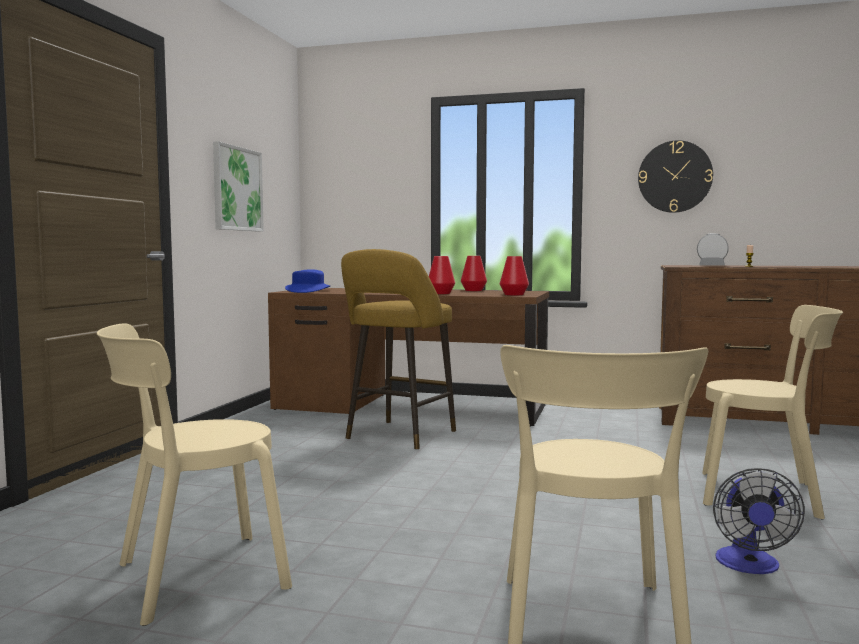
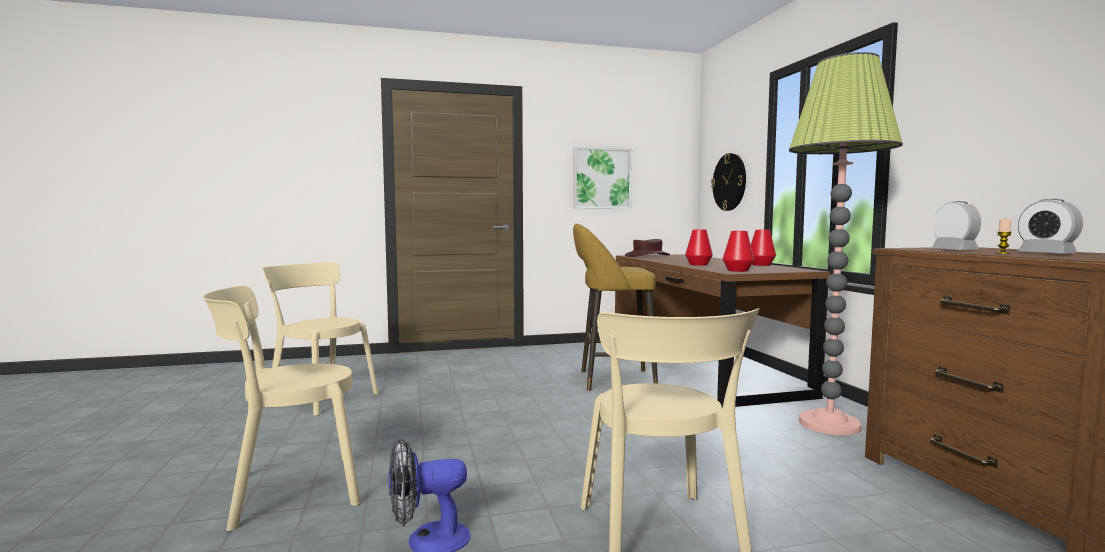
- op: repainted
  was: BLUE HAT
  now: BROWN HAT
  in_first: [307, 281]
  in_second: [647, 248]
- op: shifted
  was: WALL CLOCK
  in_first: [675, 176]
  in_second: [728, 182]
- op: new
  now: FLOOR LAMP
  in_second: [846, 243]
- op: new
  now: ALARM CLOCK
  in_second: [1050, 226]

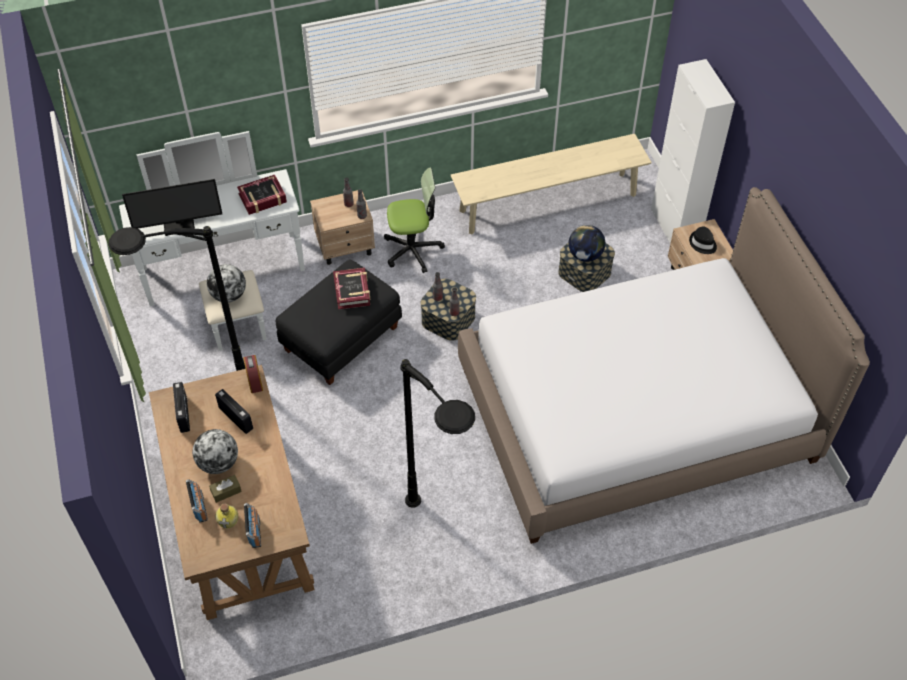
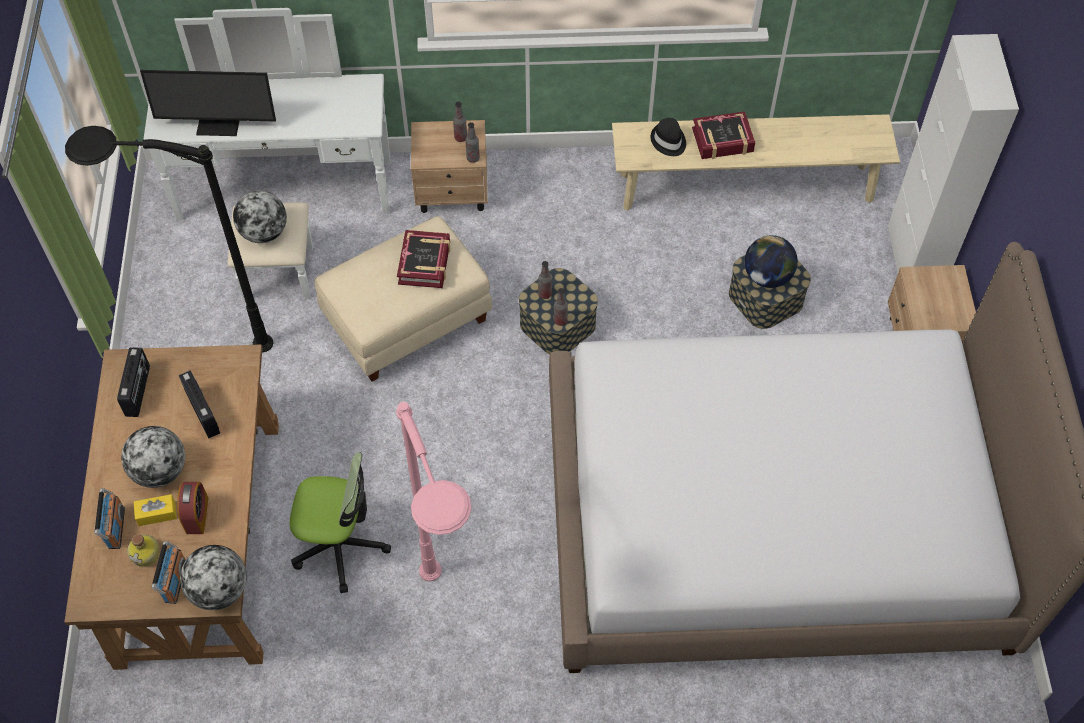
- op: repainted
  was: BROWN TISSUE BOX
  now: YELLOW TISSUE BOX
  in_first: [225, 489]
  in_second: [155, 510]
- op: shifted
  was: BOOK
  in_first: [262, 195]
  in_second: [723, 135]
- op: shifted
  was: ALARM CLOCK
  in_first: [253, 374]
  in_second: [193, 508]
- op: repainted
  was: BLACK OTTOMAN
  now: BEIGE OTTOMAN
  in_first: [339, 322]
  in_second: [403, 299]
- op: shifted
  was: OFFICE CHAIR
  in_first: [414, 220]
  in_second: [340, 522]
- op: repainted
  was: BLACK FLOOR LAMP
  now: PINK FLOOR LAMP
  in_first: [437, 433]
  in_second: [434, 491]
- op: shifted
  was: BLACK HAT
  in_first: [703, 240]
  in_second: [668, 137]
- op: new
  now: GLOBE
  in_second: [213, 577]

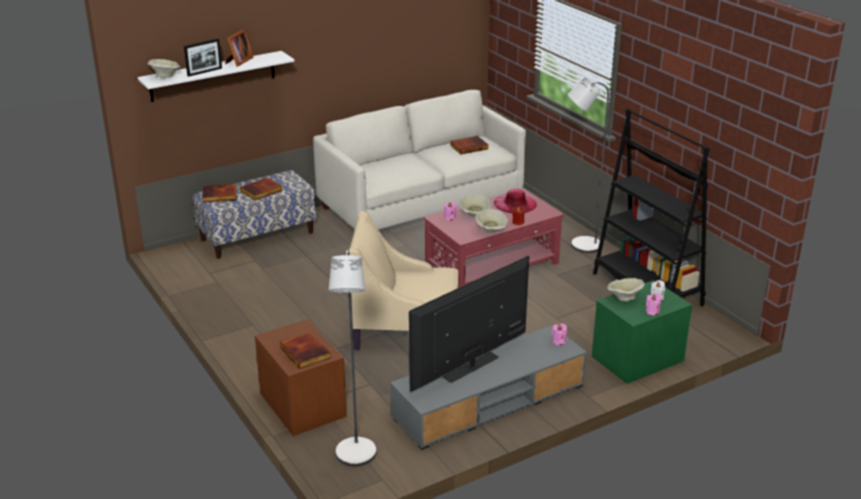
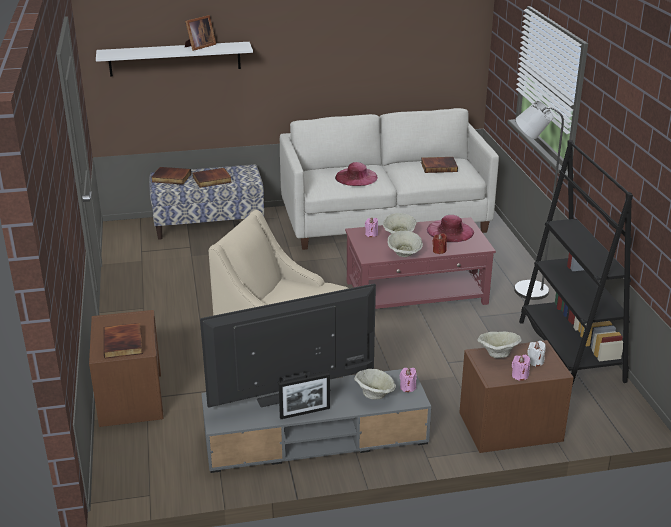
- op: shifted
  was: BEIGE BOWL
  in_first: [164, 68]
  in_second: [375, 384]
- op: shifted
  was: PICTURE FRAME
  in_first: [203, 58]
  in_second: [304, 396]
- op: gone
  was: GREY FLOOR LAMP
  in_first: [353, 358]
- op: repainted
  was: GREEN NIGHTSTAND
  now: BROWN NIGHTSTAND
  in_first: [642, 332]
  in_second: [516, 396]
- op: new
  now: PINK HAT
  in_second: [356, 174]

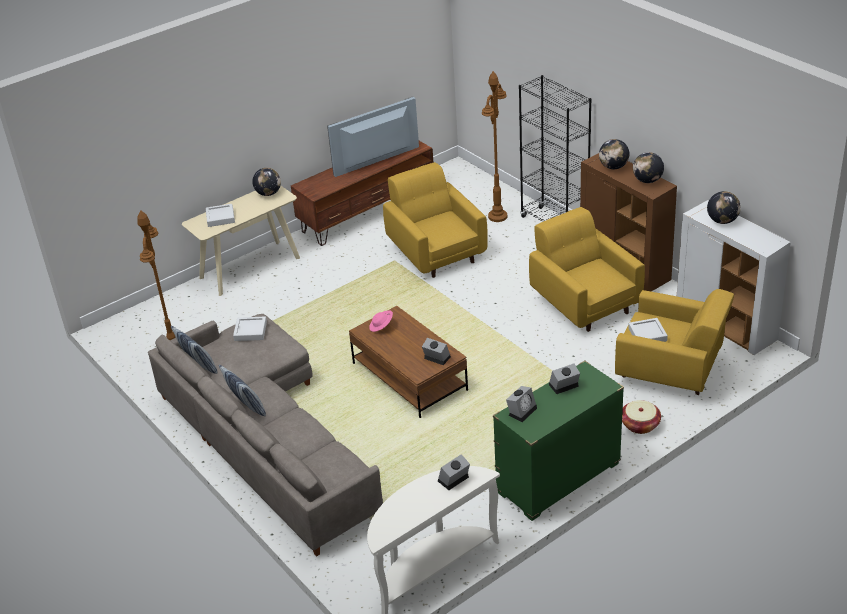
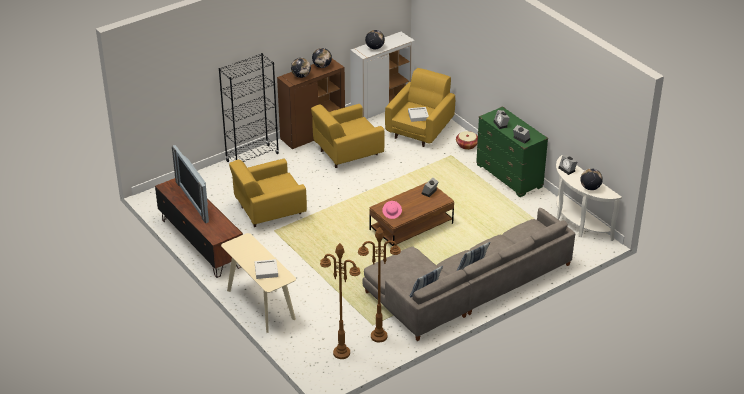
- op: gone
  was: GREY TRAY
  in_first: [250, 328]
- op: shifted
  was: GLOBE
  in_first: [266, 182]
  in_second: [592, 179]
- op: shifted
  was: BROWN FLOOR LAMP
  in_first: [494, 146]
  in_second: [340, 301]

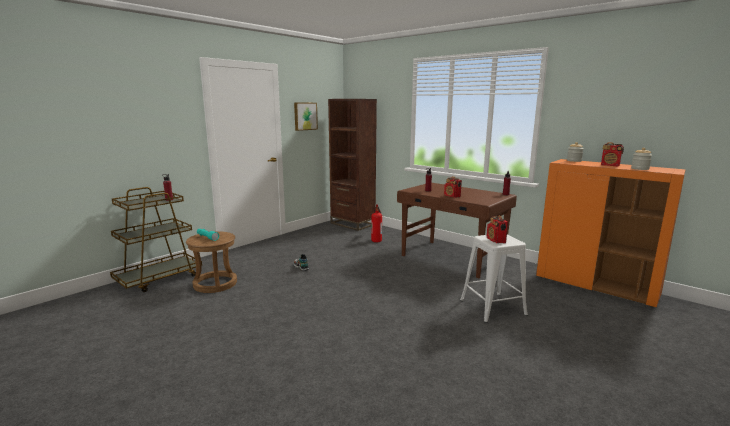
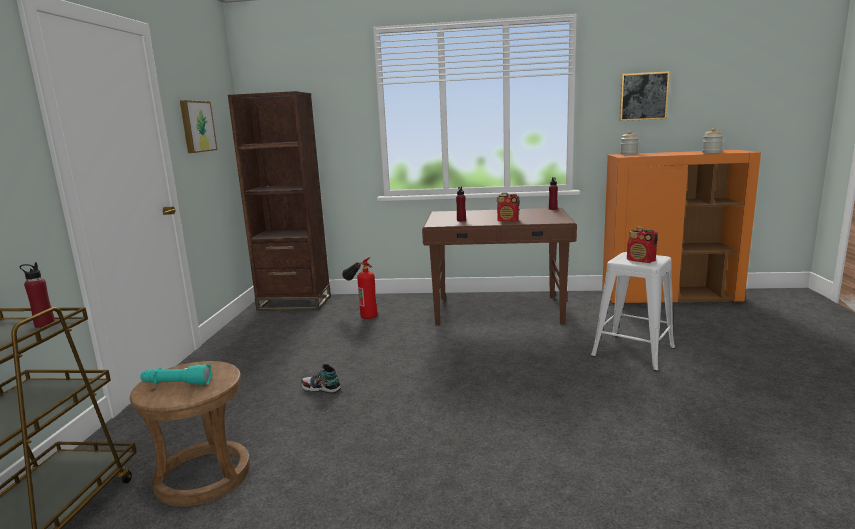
- op: gone
  was: RADIO
  in_first: [612, 154]
- op: new
  now: PICTURE
  in_second: [644, 96]

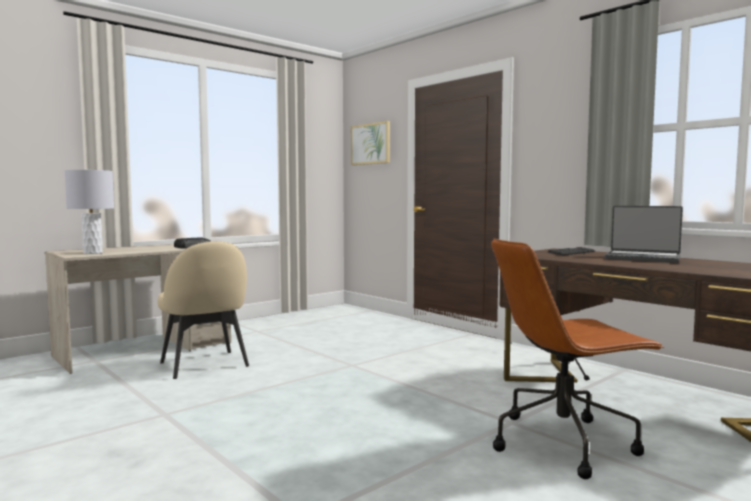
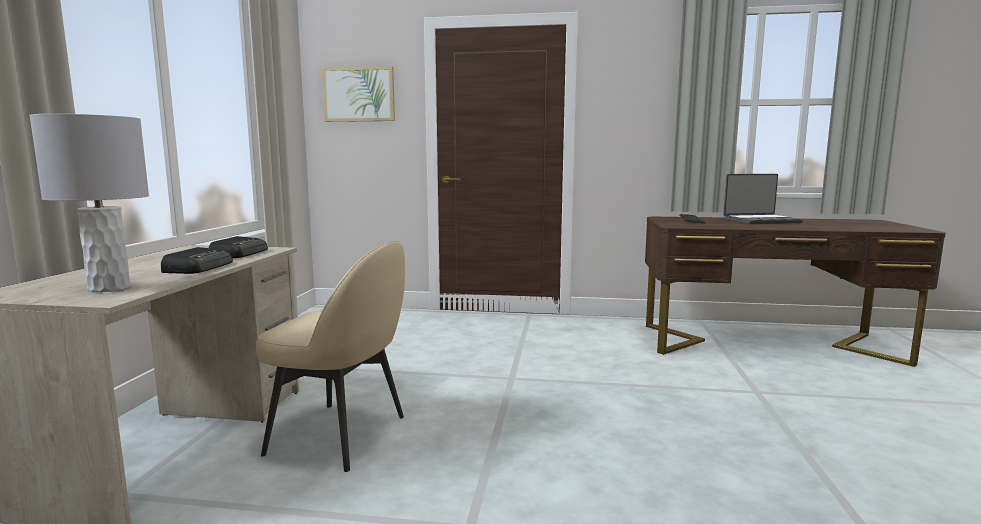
- op: gone
  was: BROWN OFFICE CHAIR
  in_first: [577, 359]
- op: new
  now: RADIO
  in_second: [197, 260]

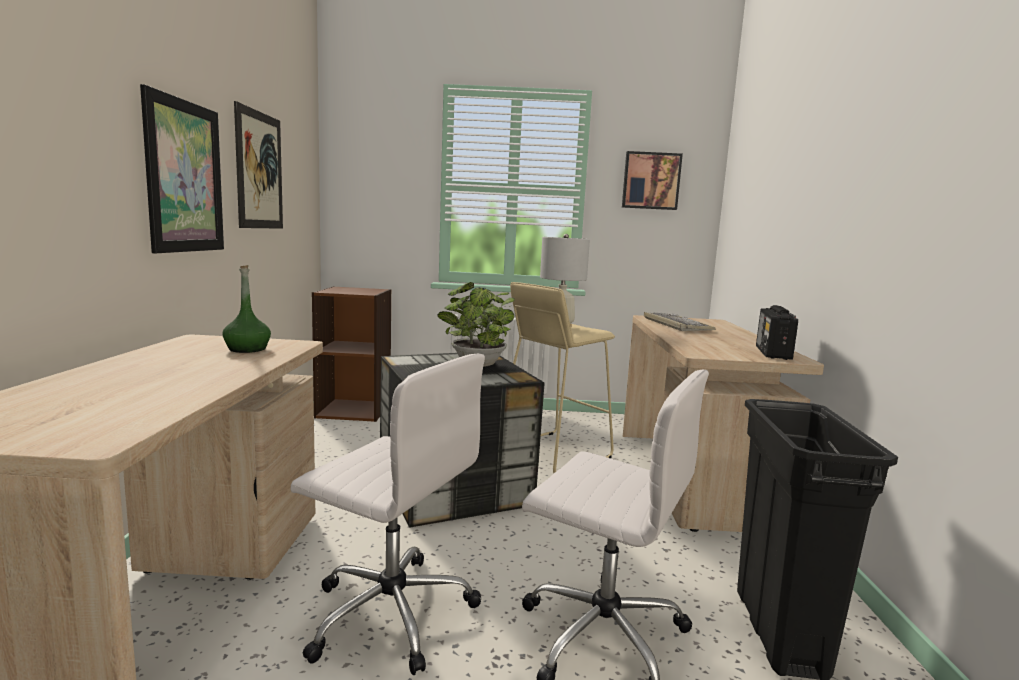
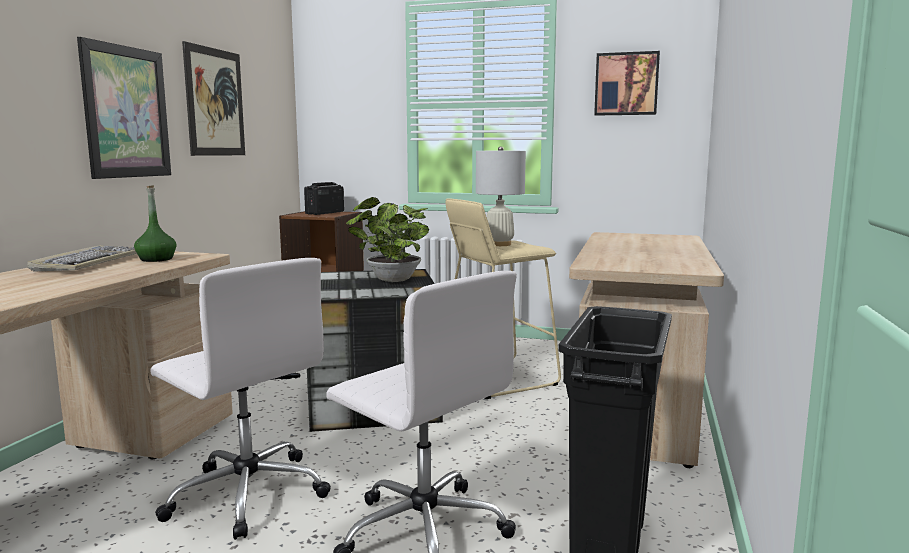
- op: shifted
  was: KEYBOARD
  in_first: [680, 321]
  in_second: [82, 258]
- op: shifted
  was: RADIO
  in_first: [777, 332]
  in_second: [324, 198]

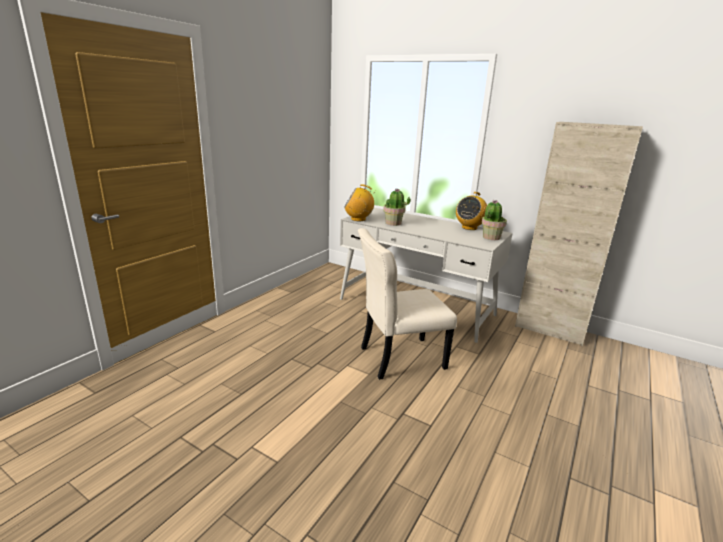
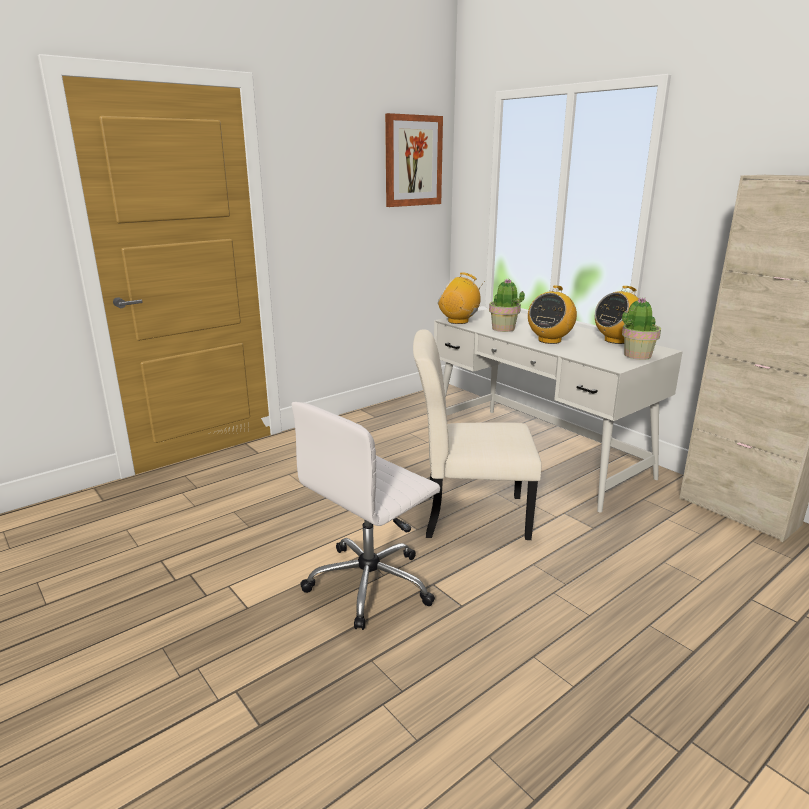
- op: new
  now: WHITE OFFICE CHAIR
  in_second: [366, 516]
- op: new
  now: PICTURE
  in_second: [414, 160]
- op: new
  now: RADIO
  in_second: [552, 314]

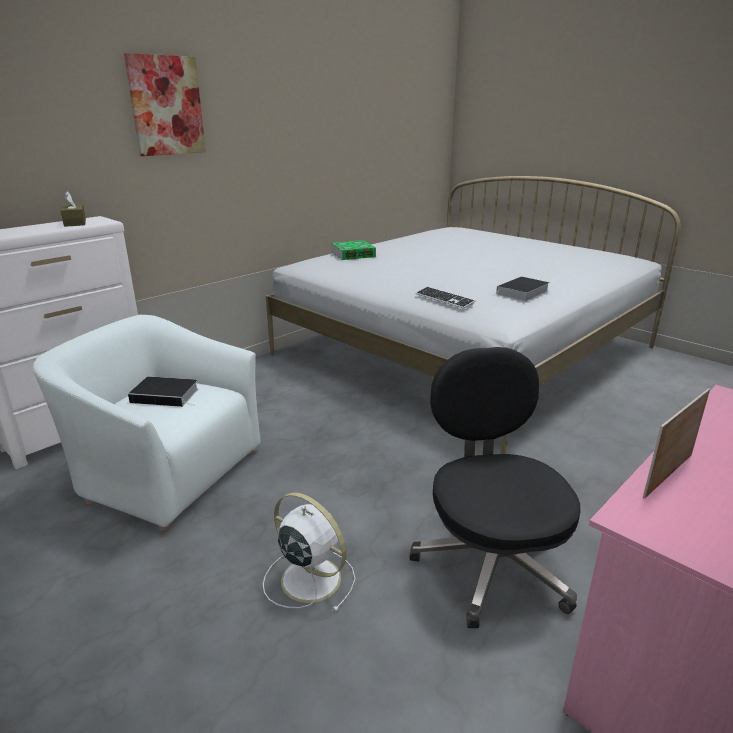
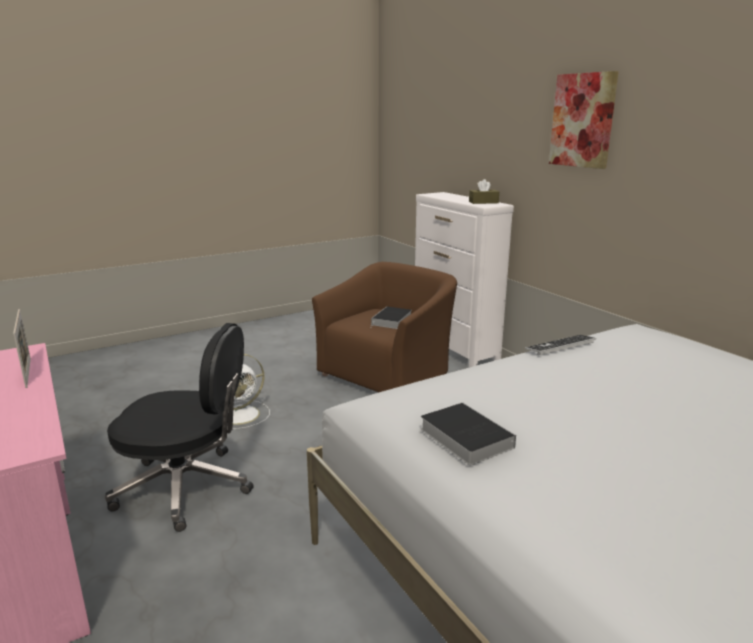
- op: repainted
  was: WHITE ARMCHAIR
  now: BROWN ARMCHAIR
  in_first: [147, 423]
  in_second: [384, 327]
- op: gone
  was: BOOK
  in_first: [354, 250]
- op: shifted
  was: KEYBOARD
  in_first: [446, 298]
  in_second: [560, 345]

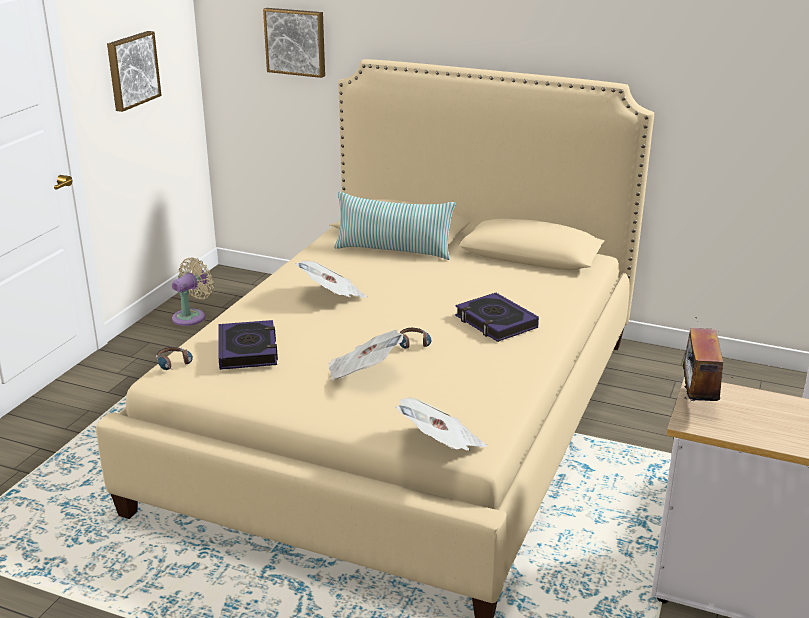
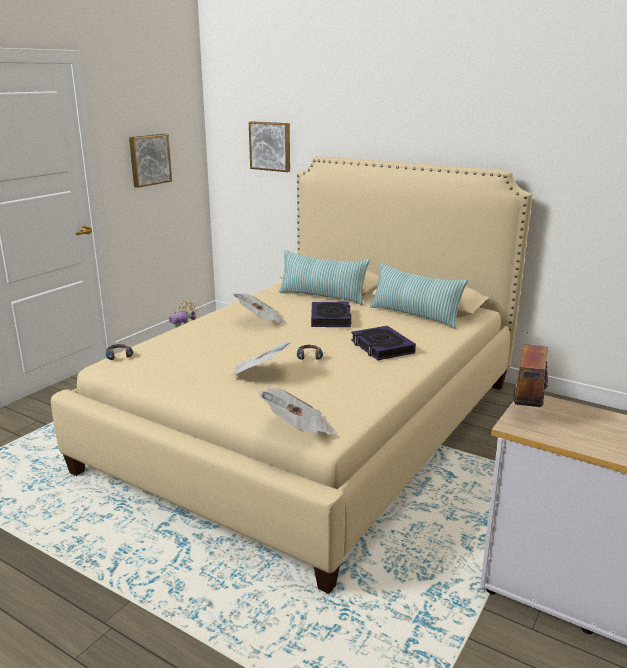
- op: shifted
  was: BOOK
  in_first: [248, 345]
  in_second: [331, 314]
- op: new
  now: PILLOW
  in_second: [419, 295]

